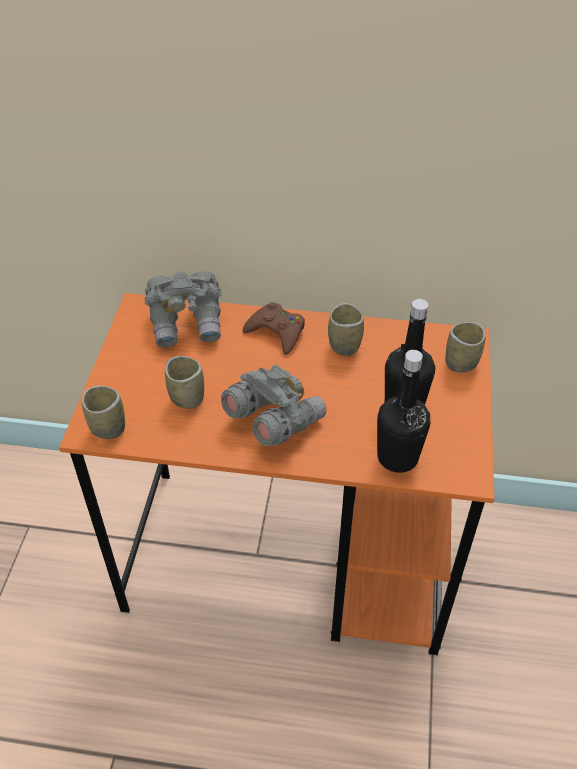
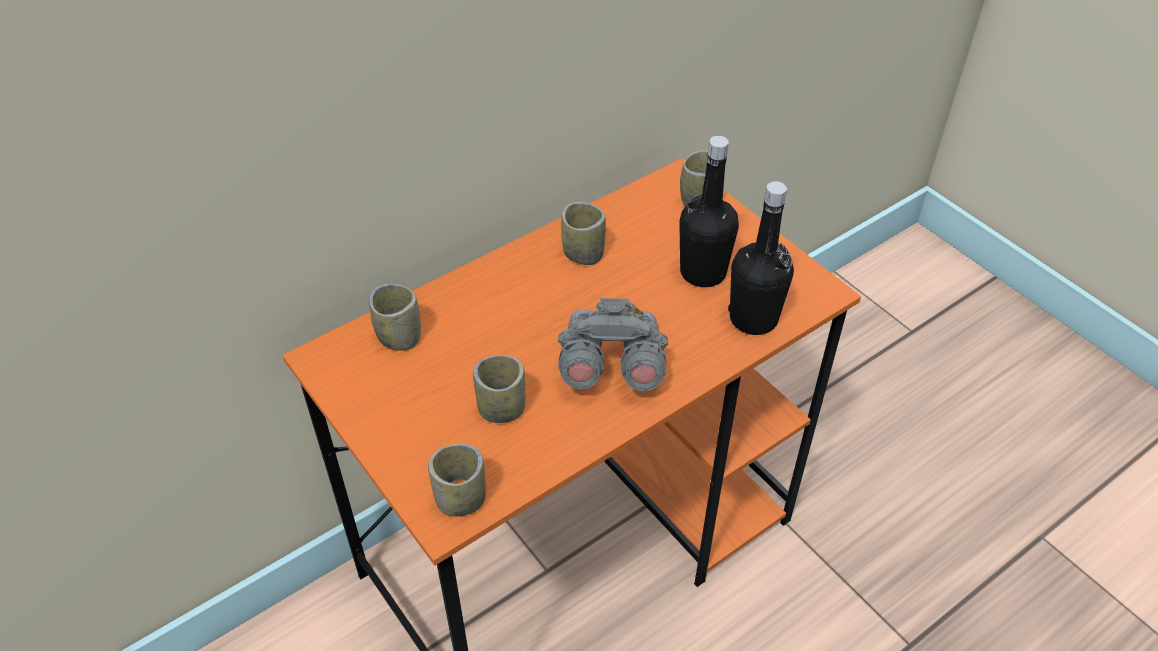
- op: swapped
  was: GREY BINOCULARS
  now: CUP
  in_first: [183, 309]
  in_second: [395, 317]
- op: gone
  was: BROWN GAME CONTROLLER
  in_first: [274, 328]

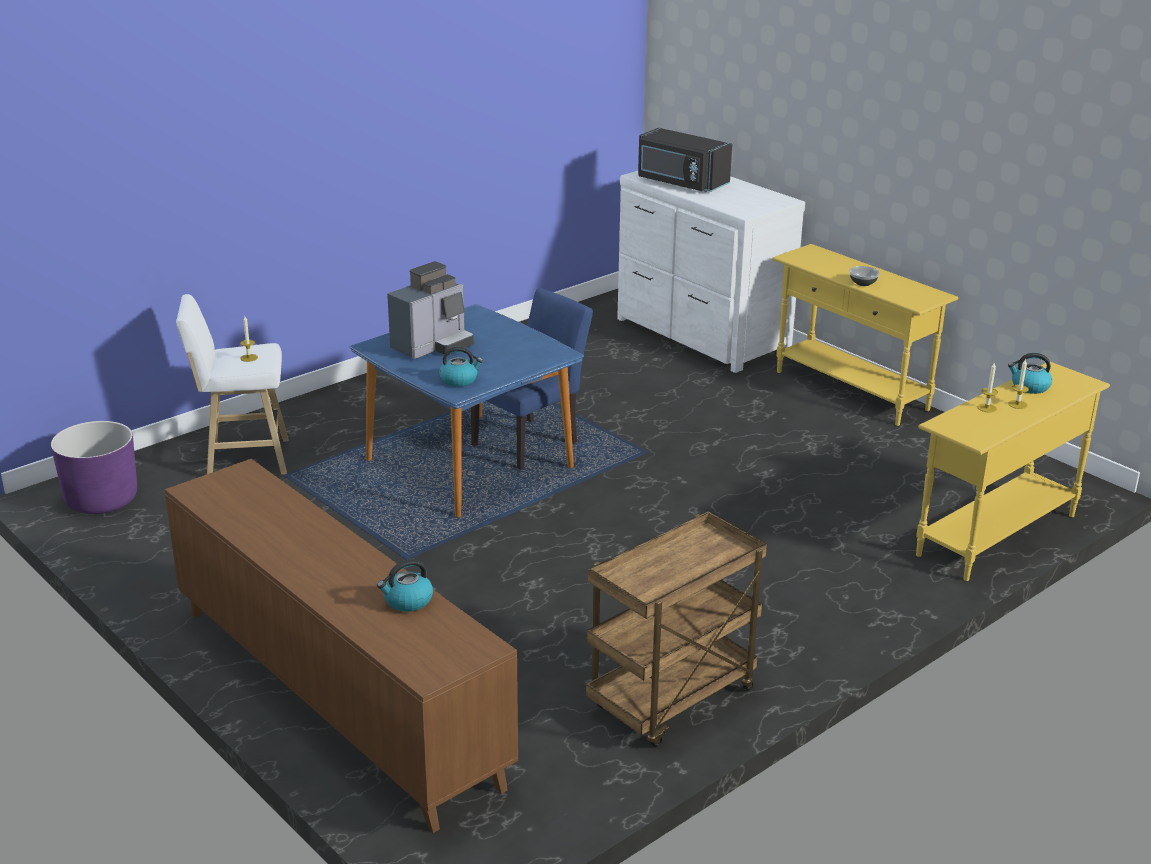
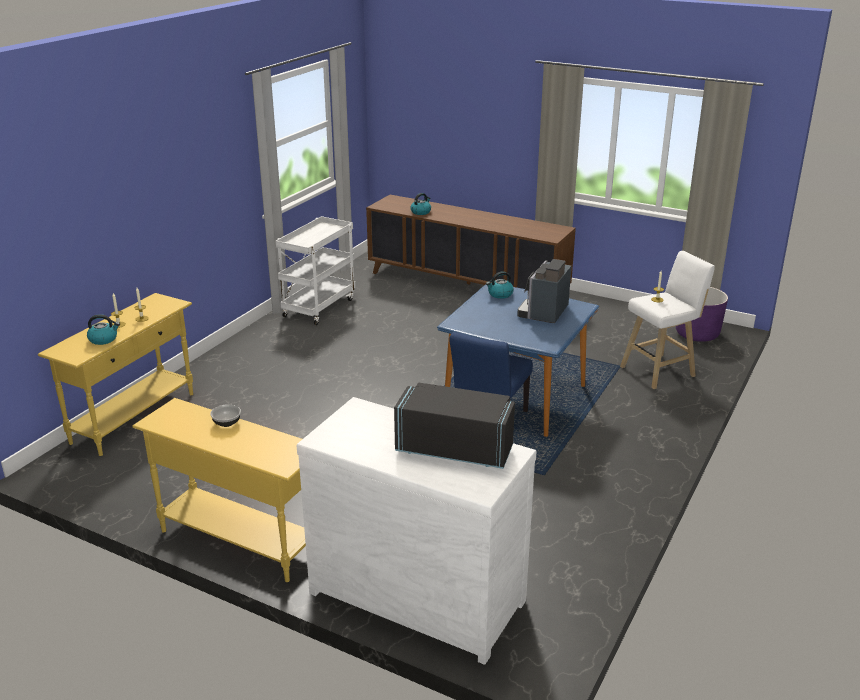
- op: repainted
  was: BROWN CART
  now: WHITE CART
  in_first: [676, 629]
  in_second: [315, 270]

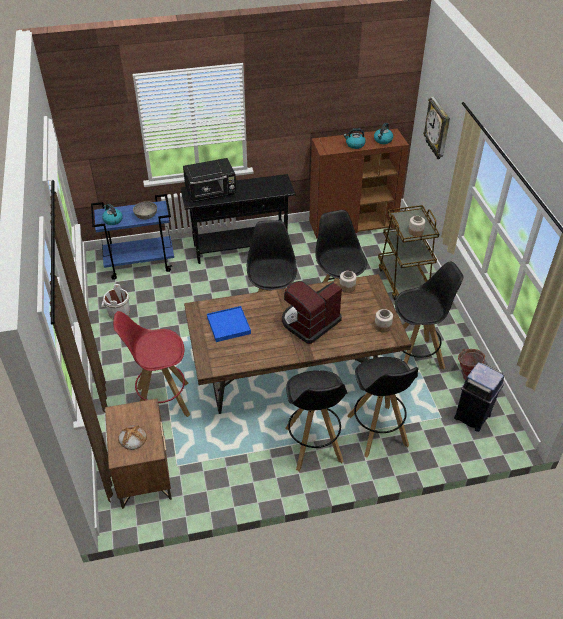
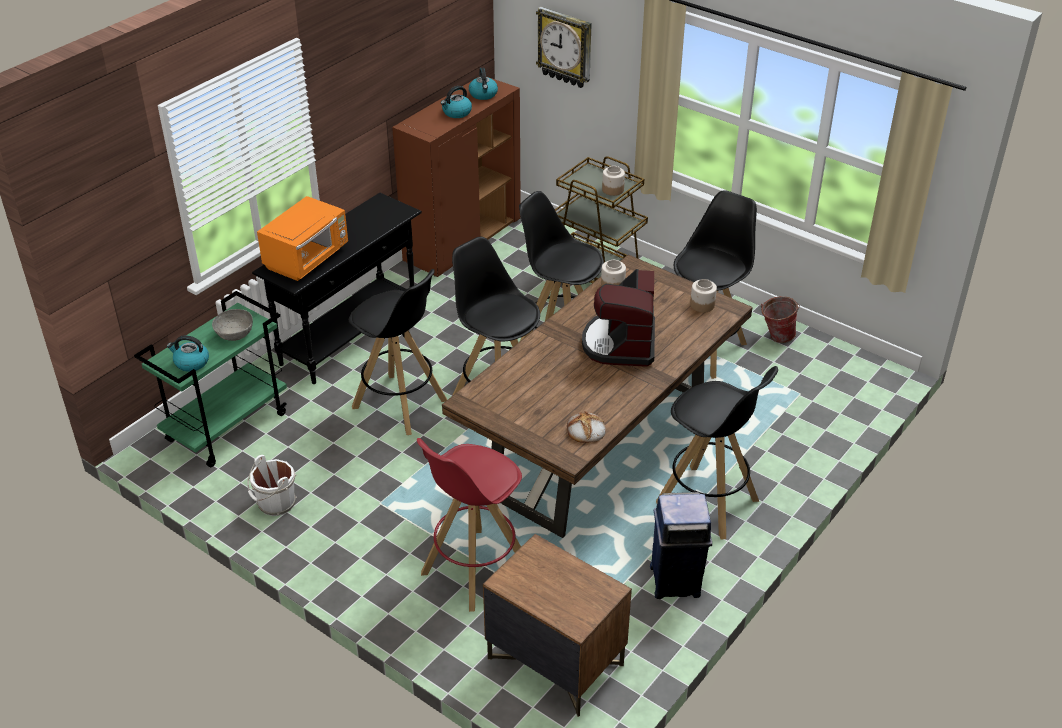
- op: repainted
  was: BLUE CART
  now: GREEN CART
  in_first: [132, 237]
  in_second: [210, 379]
- op: shifted
  was: BREAD
  in_first: [132, 437]
  in_second: [586, 427]
- op: repainted
  was: BLACK MICROWAVE
  now: ORANGE MICROWAVE
  in_first: [209, 180]
  in_second: [302, 238]
- op: gone
  was: BLUE TRAY
  in_first: [229, 324]
- op: shifted
  was: BLACK STOOL
  in_first: [383, 407]
  in_second: [398, 352]
- op: shifted
  was: BLUE TRASH CAN
  in_first: [479, 397]
  in_second: [681, 545]

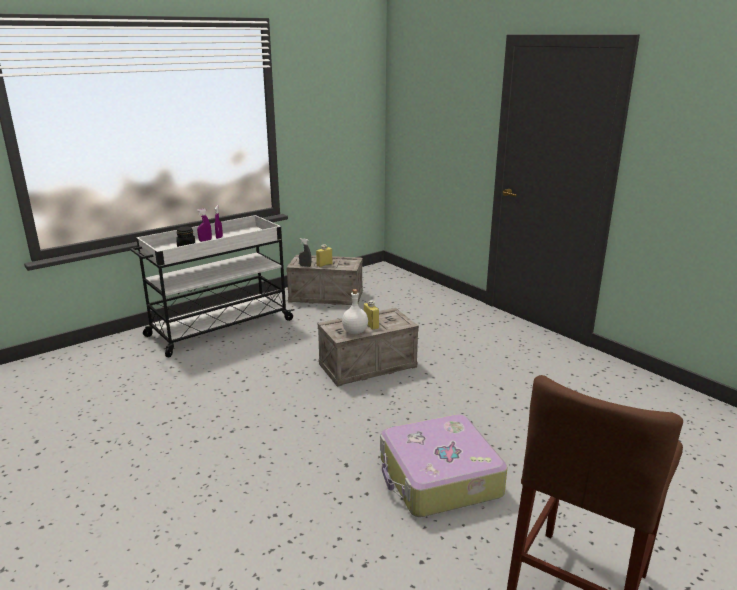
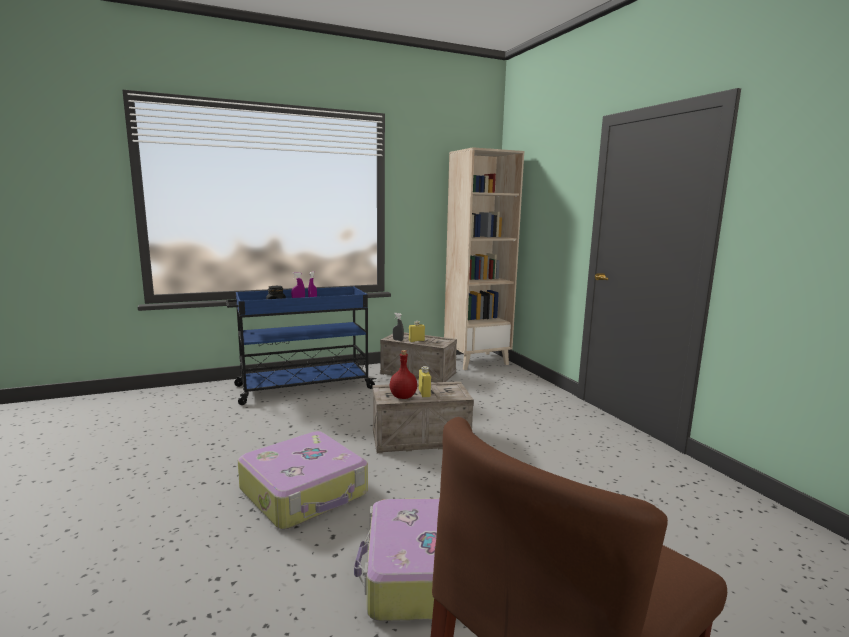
- op: repainted
  was: WHITE CART
  now: BLUE CART
  in_first: [212, 286]
  in_second: [301, 346]
- op: repainted
  was: WHITE BOTTLE
  now: RED BOTTLE
  in_first: [355, 311]
  in_second: [403, 374]
- op: new
  now: SUITCASE
  in_second: [303, 480]
- op: new
  now: BEIGE BOOKCASE
  in_second: [484, 258]

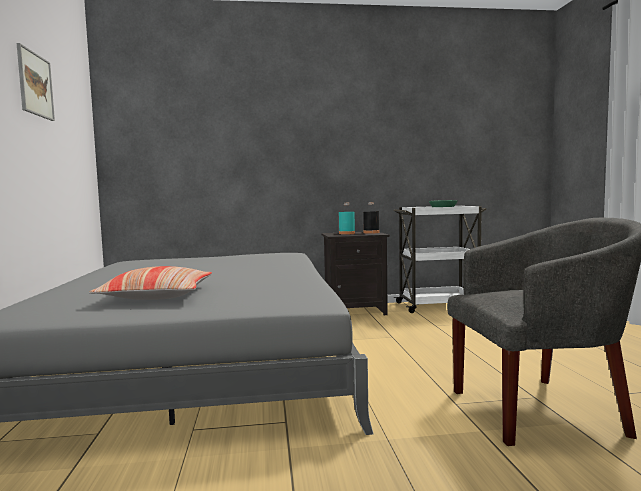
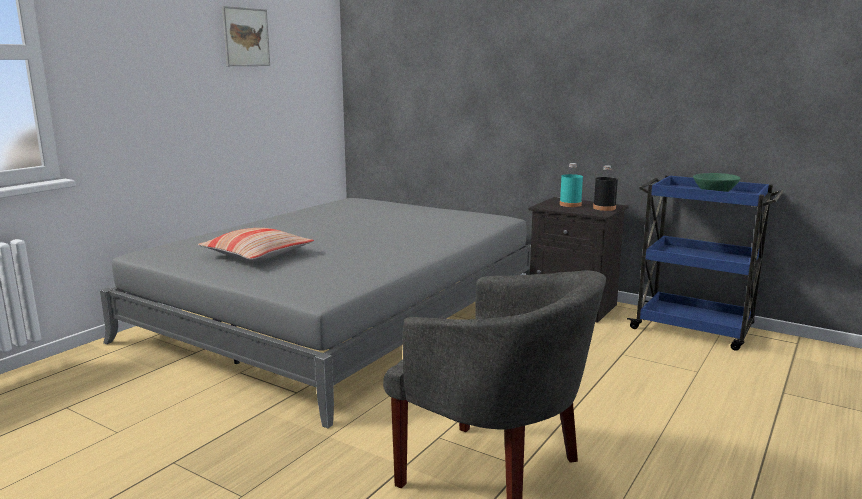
- op: repainted
  was: WHITE CART
  now: BLUE CART
  in_first: [440, 259]
  in_second: [705, 262]

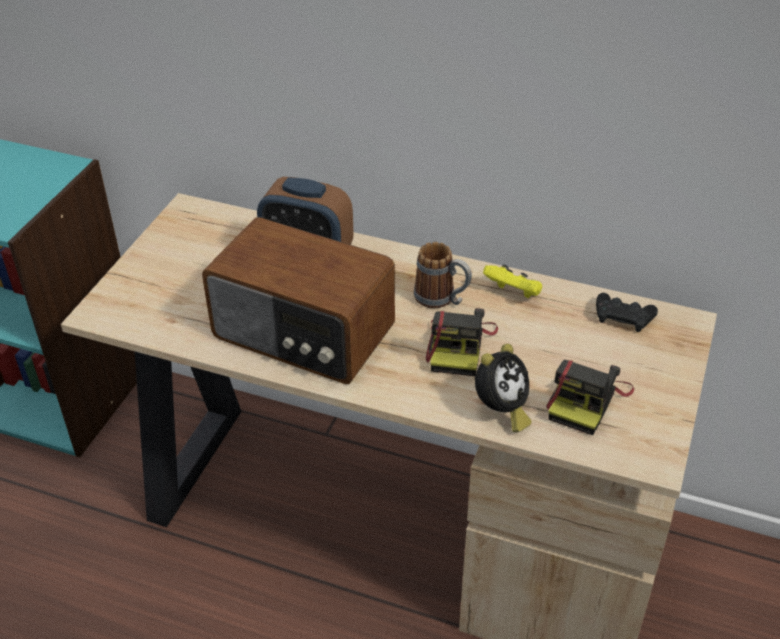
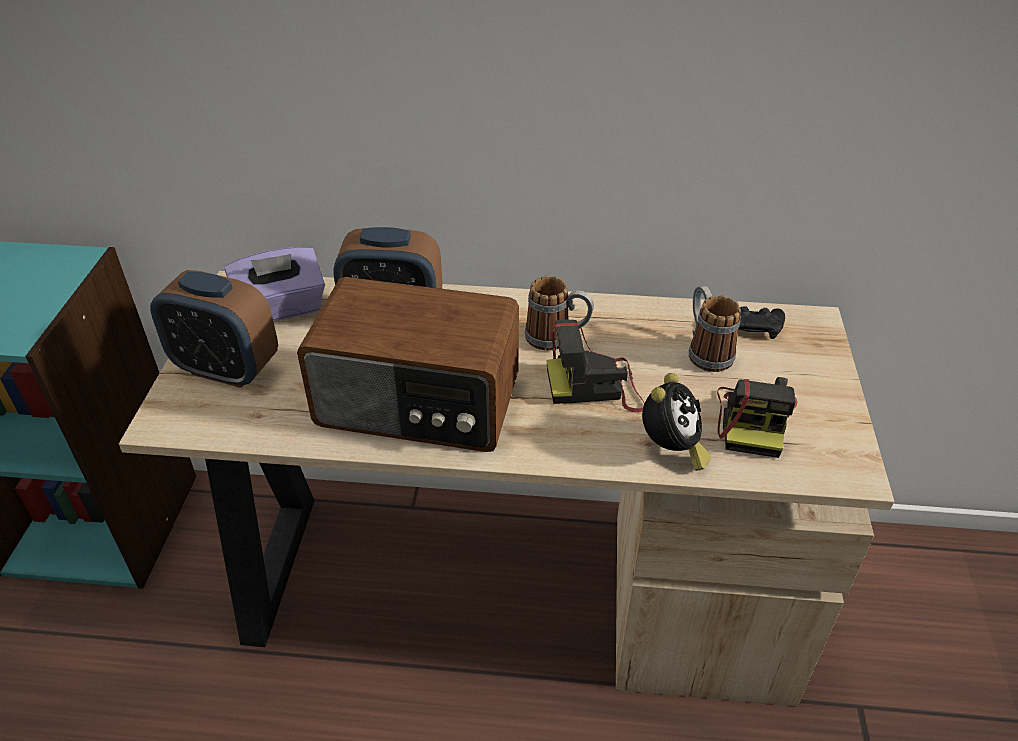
- op: rotated
  was: PHOTO CAMERA
  in_first: [462, 342]
  in_second: [595, 366]
  clockwise: 90
- op: gone
  was: YELLOW GAME CONTROLLER
  in_first: [512, 281]
- op: new
  now: ALARM CLOCK
  in_second: [214, 329]
- op: new
  now: PURPLE TISSUE BOX
  in_second: [275, 284]
- op: new
  now: MUG
  in_second: [715, 328]

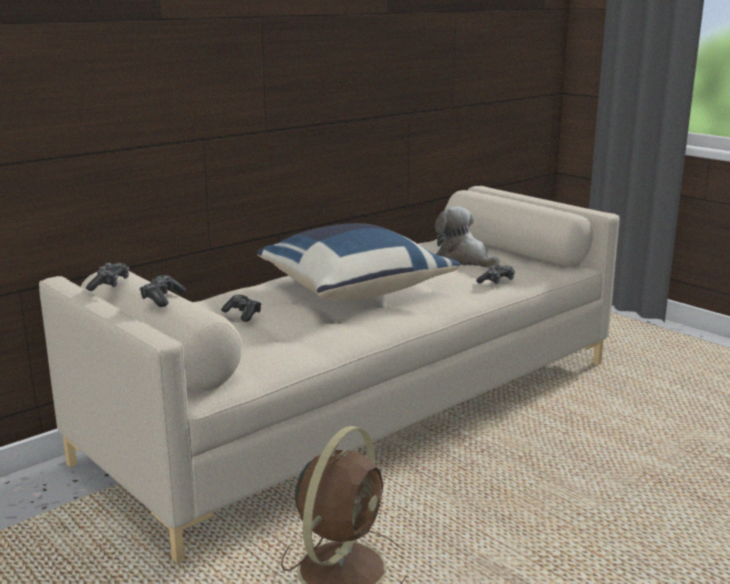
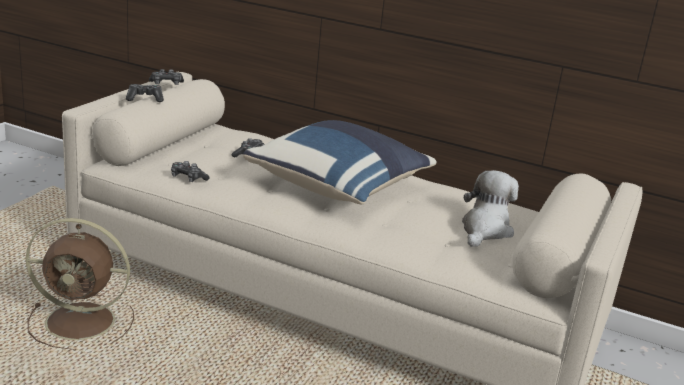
- op: shifted
  was: GAME CONTROLLER
  in_first: [495, 274]
  in_second: [190, 171]

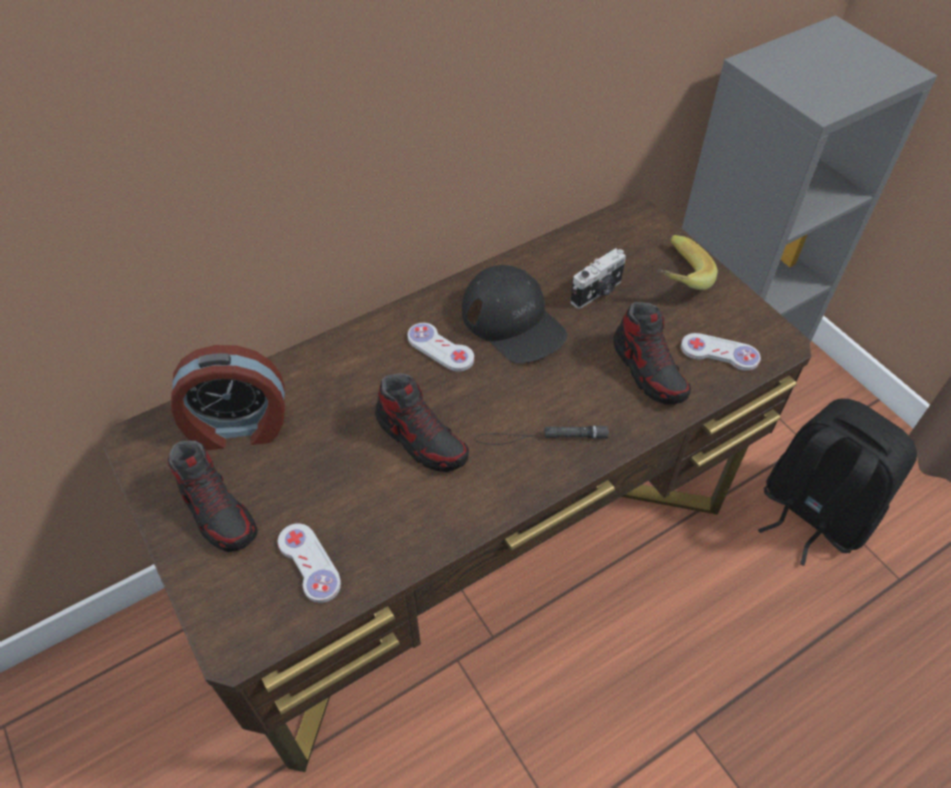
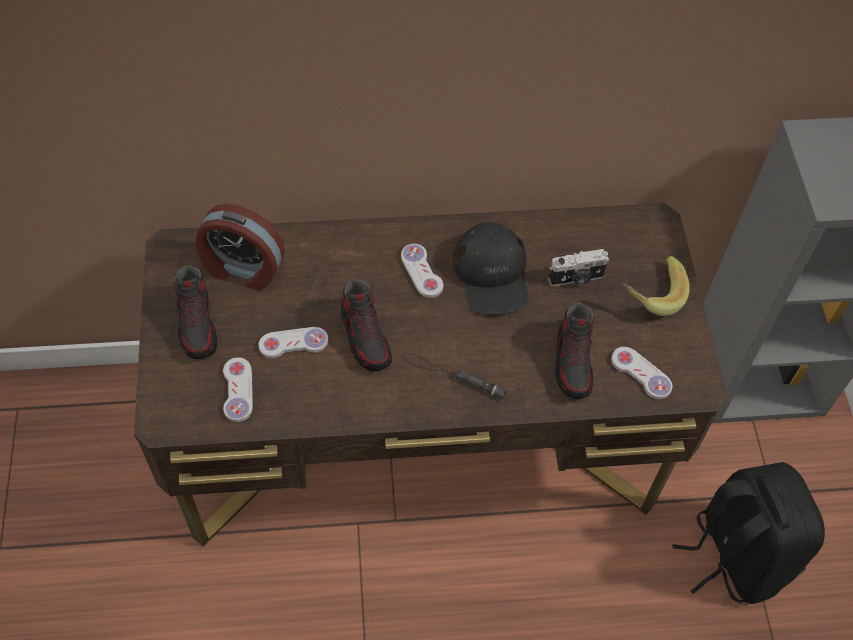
- op: new
  now: WHITE GAME CONTROLLER
  in_second: [293, 342]

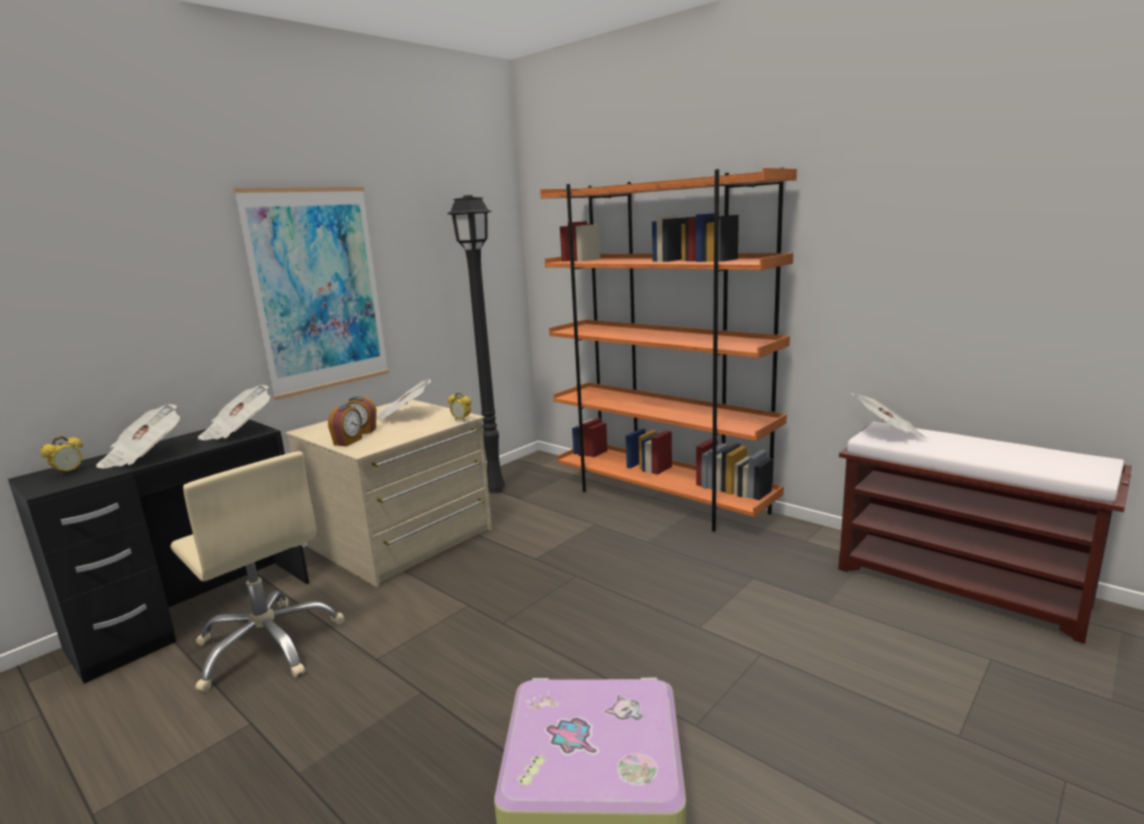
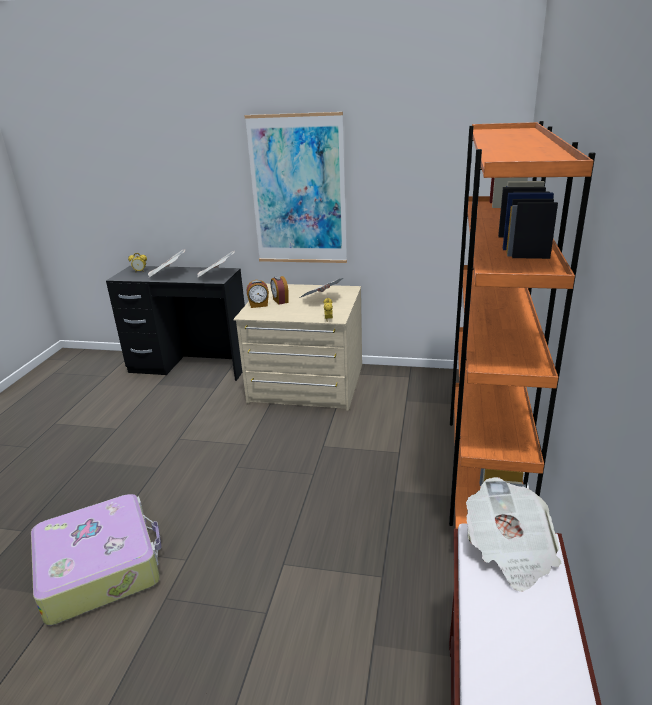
- op: gone
  was: BEIGE OFFICE CHAIR
  in_first: [257, 571]
- op: gone
  was: BLACK FLOOR LAMP
  in_first: [476, 344]

